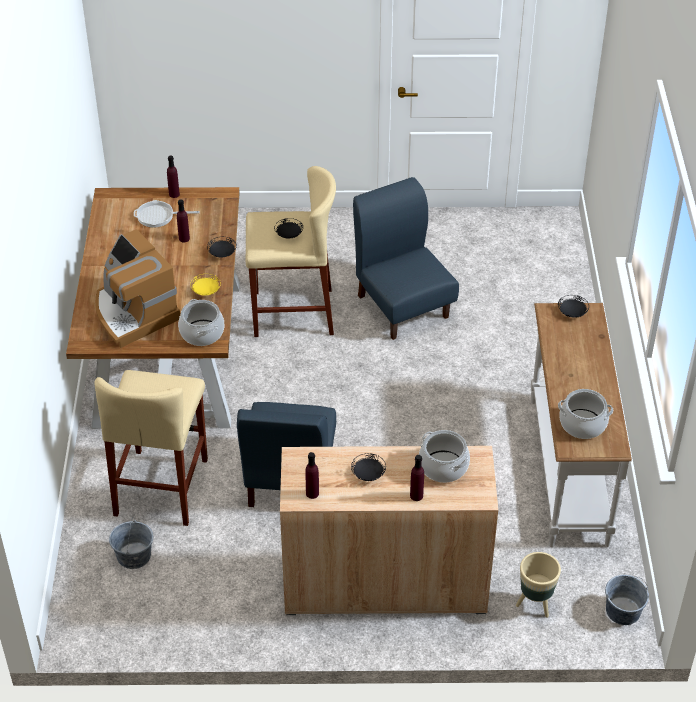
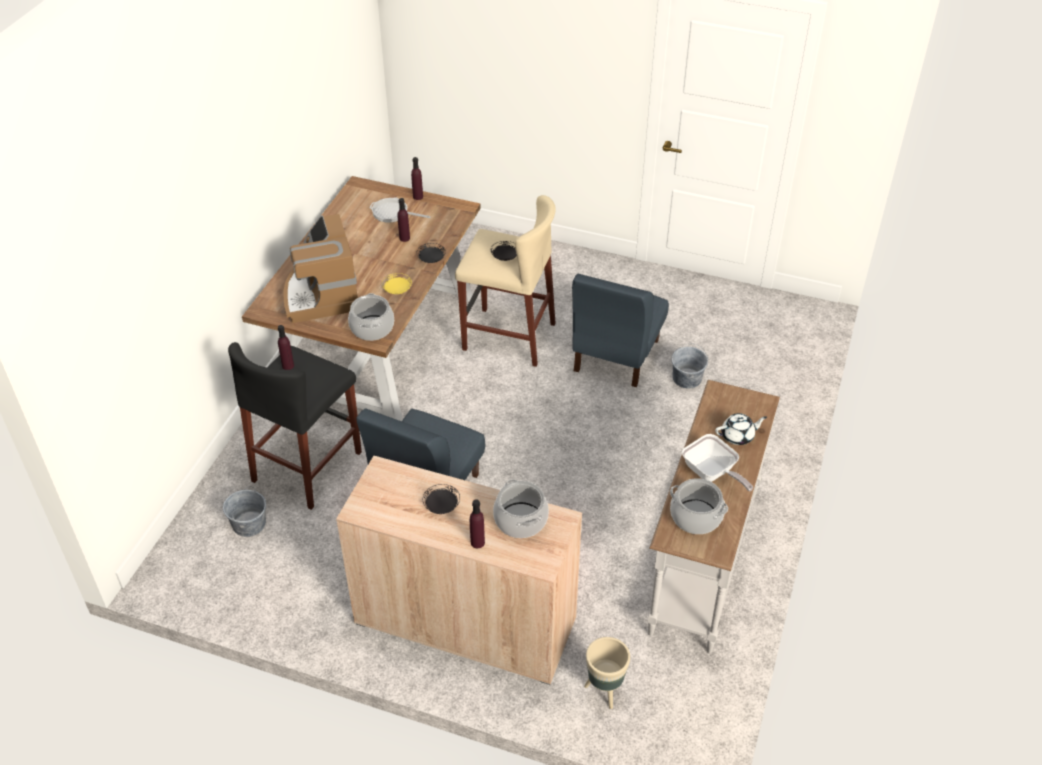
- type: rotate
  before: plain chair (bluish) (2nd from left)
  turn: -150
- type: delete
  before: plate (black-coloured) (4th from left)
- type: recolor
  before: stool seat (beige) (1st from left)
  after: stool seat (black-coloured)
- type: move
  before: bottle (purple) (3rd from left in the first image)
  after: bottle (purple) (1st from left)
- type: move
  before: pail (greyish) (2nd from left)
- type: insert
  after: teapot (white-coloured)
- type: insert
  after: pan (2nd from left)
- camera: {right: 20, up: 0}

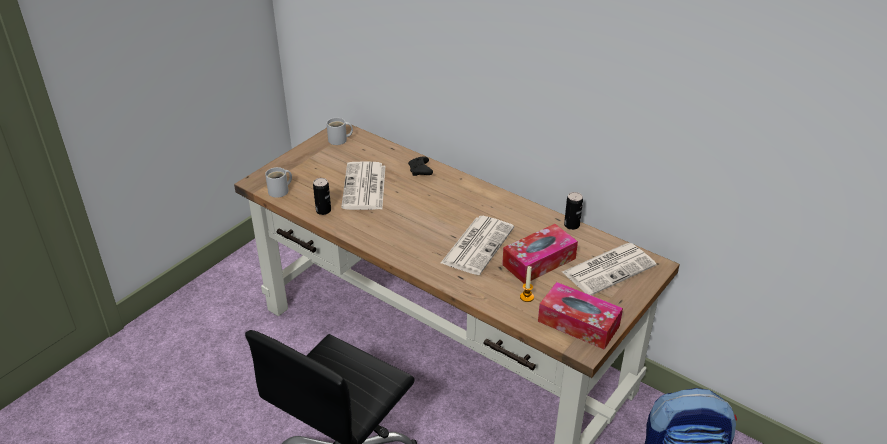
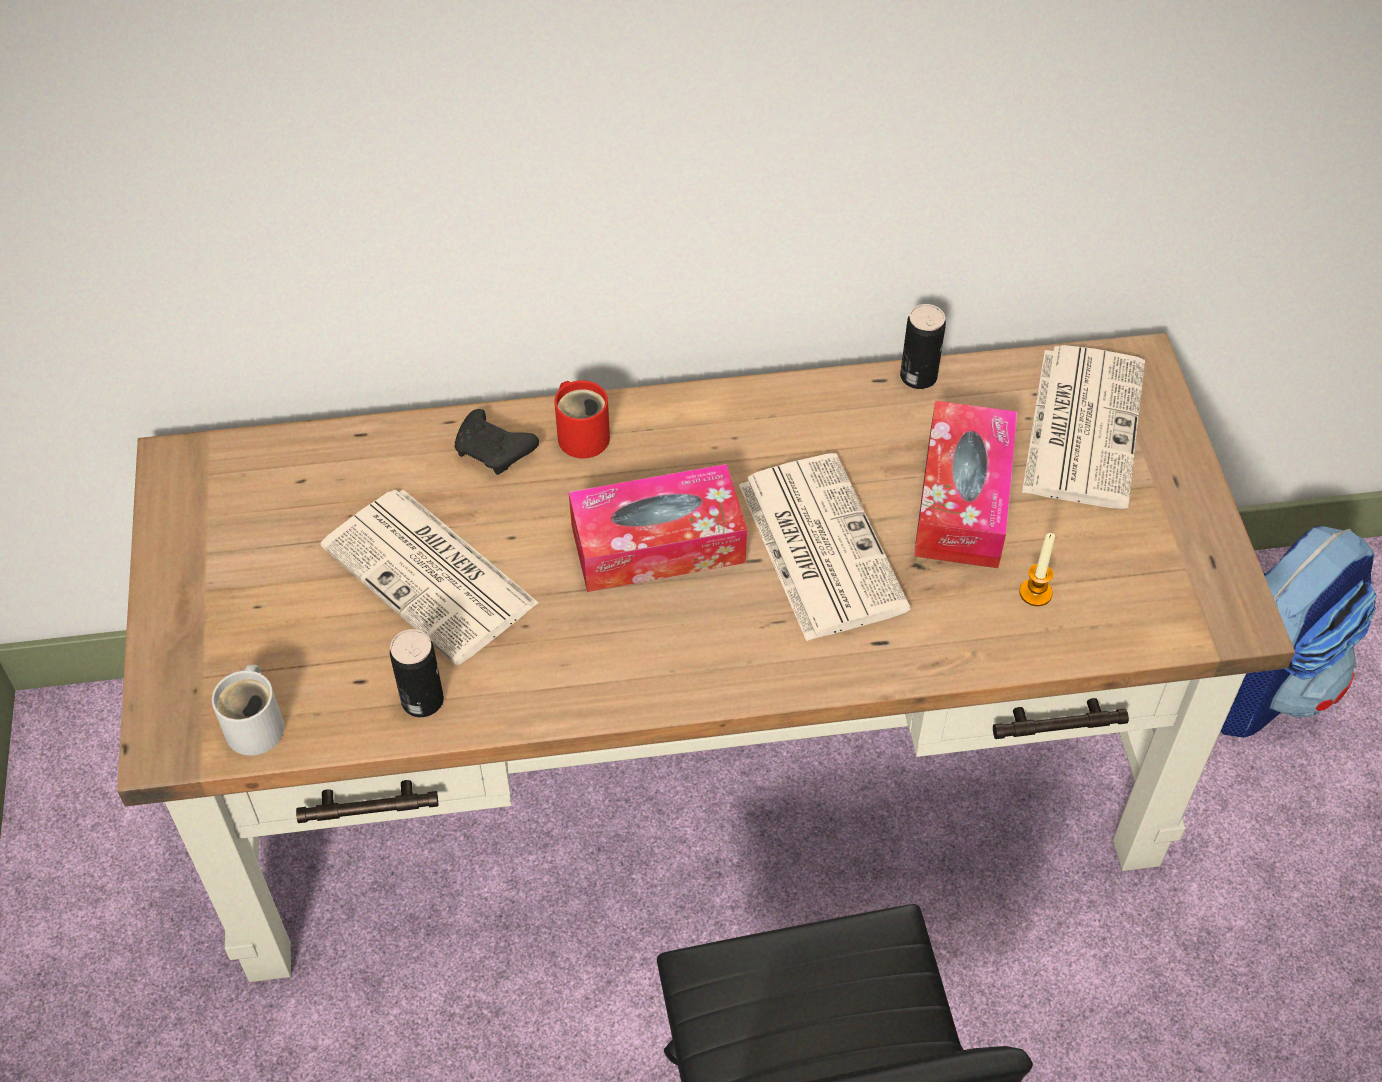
- type: delete
  before: tea mug (white-coloured) (2nd from left)
- type: move
  before: tissue holder (2nd from left in the first image)
  after: tissue holder (1st from left)
- type: insert
  after: tea mug (red)
- camera: {right: -45, up: 15}

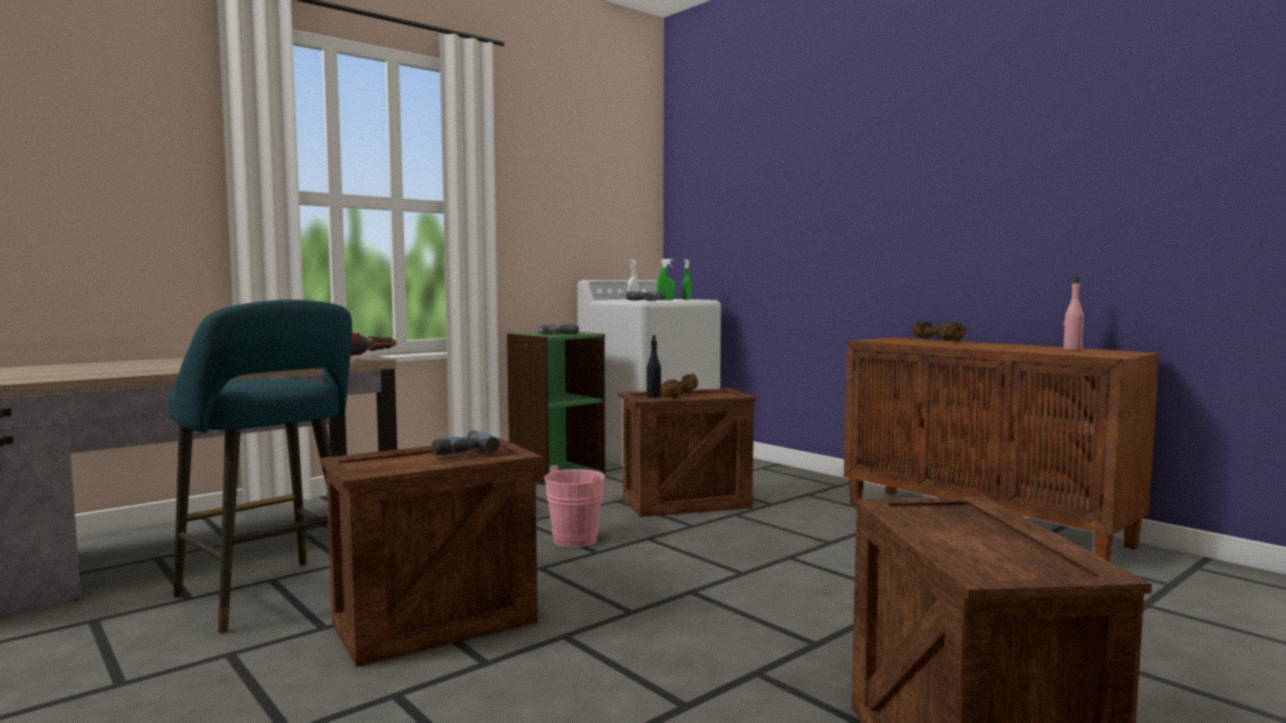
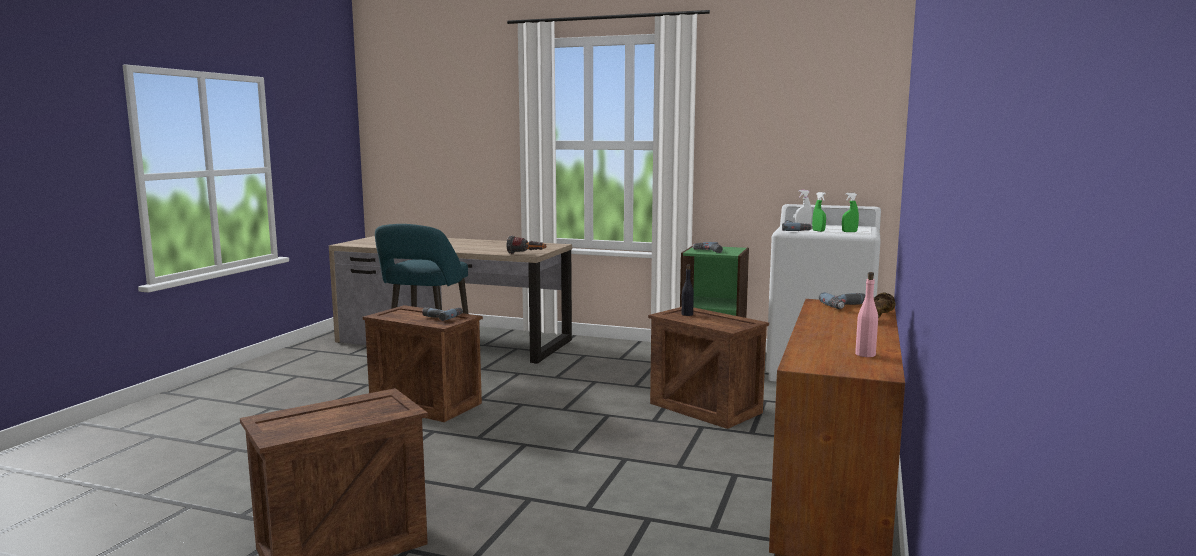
- type: delete
  before: hand weight (brownish) (1st from left)
- type: delete
  before: pail (pink-coloured)
- type: insert
  after: electric drill (4th from left)
- camera: {right: 60, up: 5}

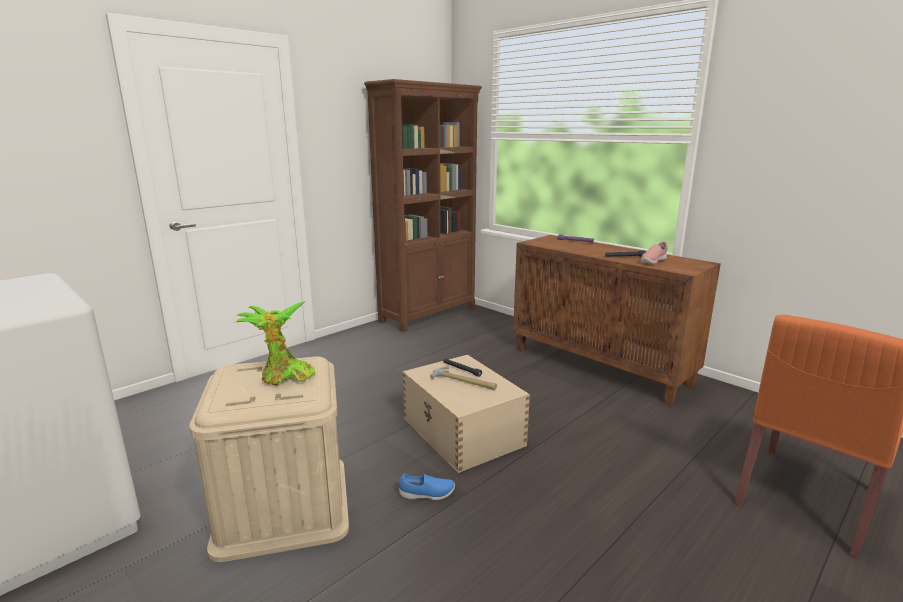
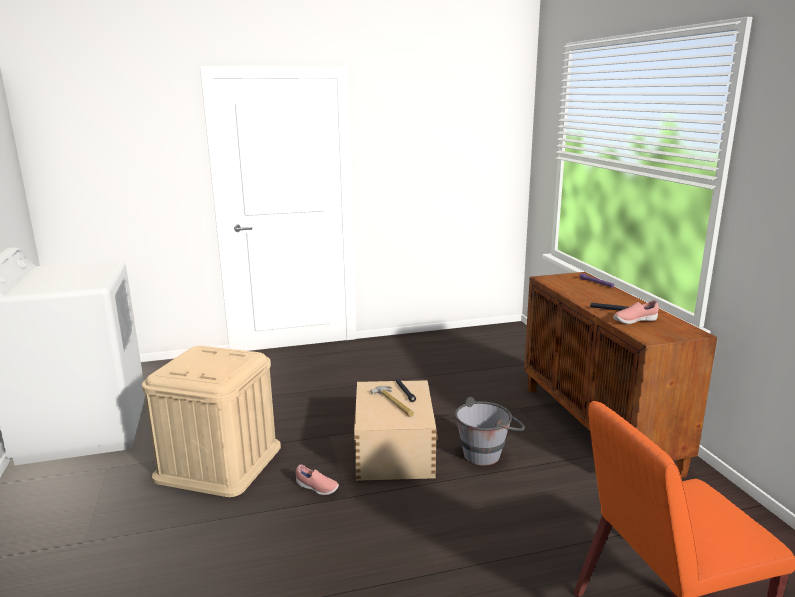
- type: delete
  before: bookshelf (brownish)
- type: delete
  before: houseplant
- type: recolor
  before: shoe (bluish)
  after: shoe (pink-coloured) (1st from left)
- type: insert
  after: pail (greyish)
- camera: {right: 30, up: 0}

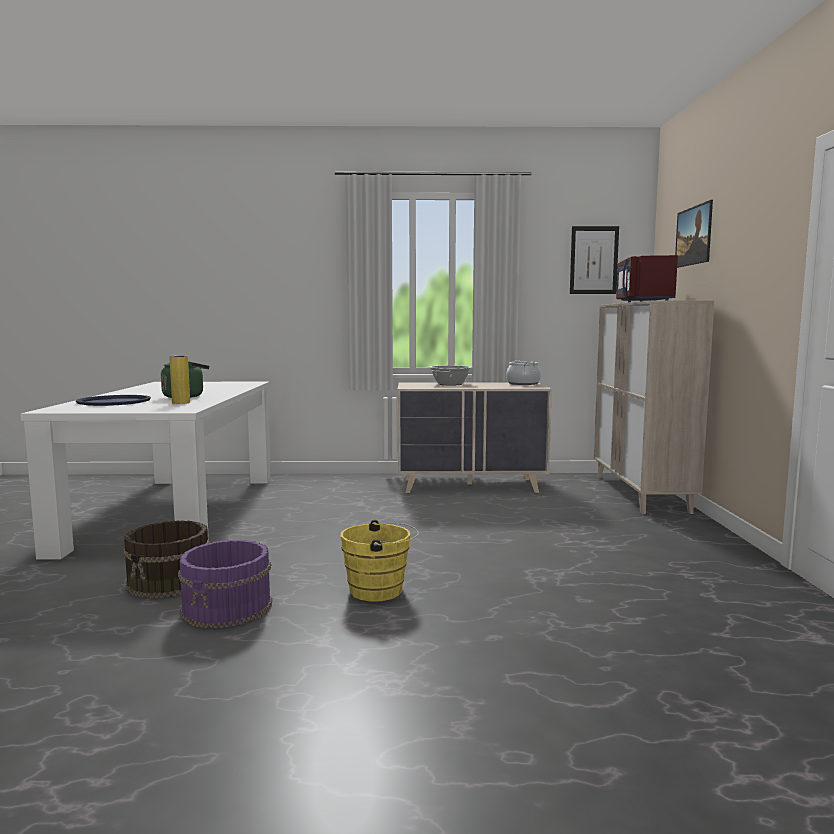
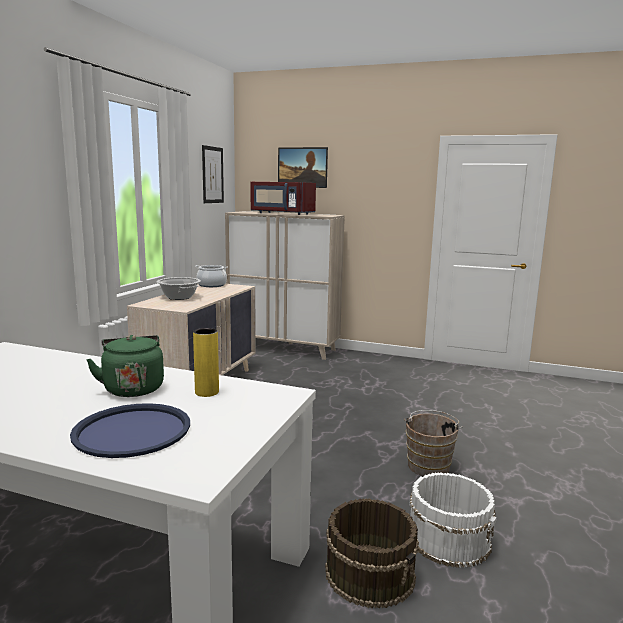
- type: recolor
  before: pail (yellow)
  after: pail (brownish) (2nd from left)
- type: recolor
  before: pail (purple)
  after: pail (white-coloured)
- camera: {right: -70, up: 5}

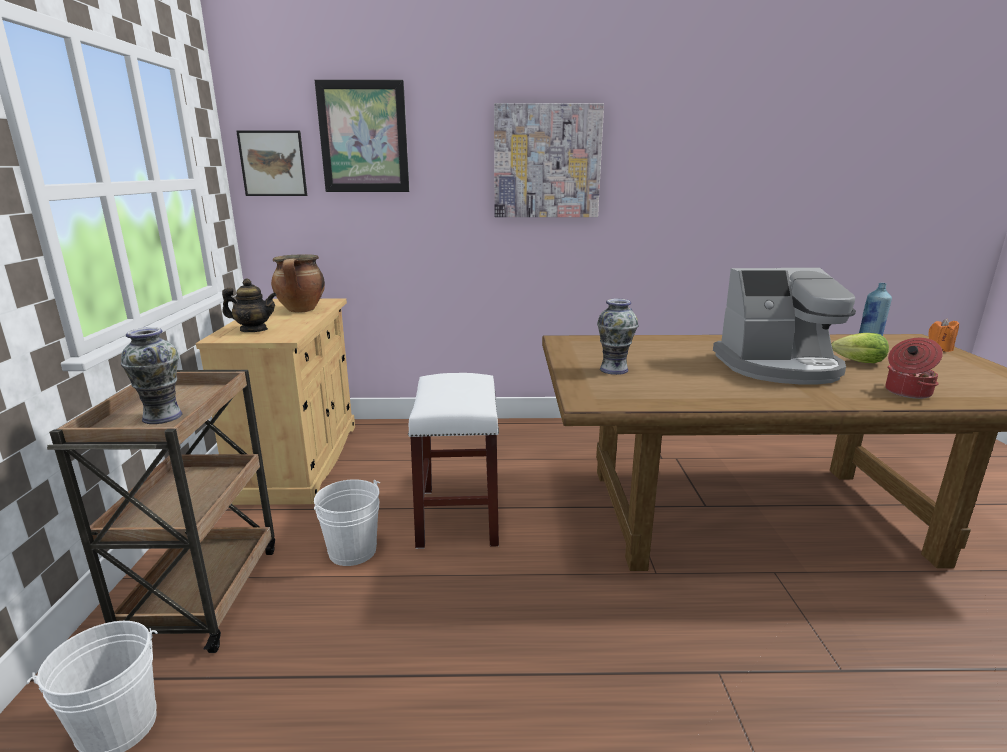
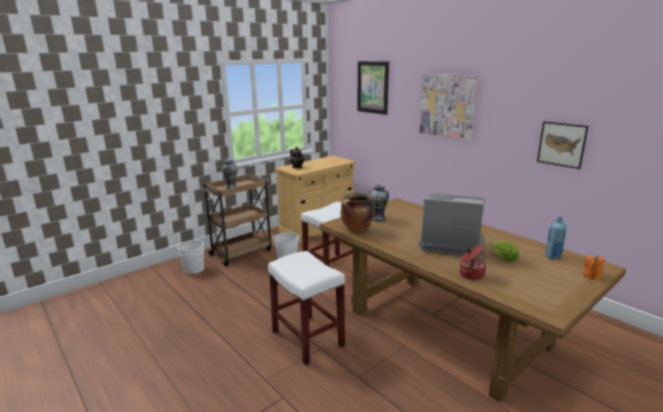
- type: move
  before: wall picture (1st from left in the first image)
  after: wall picture (3rd from left)
- type: move
  before: stockpot (1st from left)
- type: rotate
  before: coffee maker
  turn: 150
- type: insert
  after: stool seat (white-coloured) (1st from left)
- camera: {right: 50, up: 0}

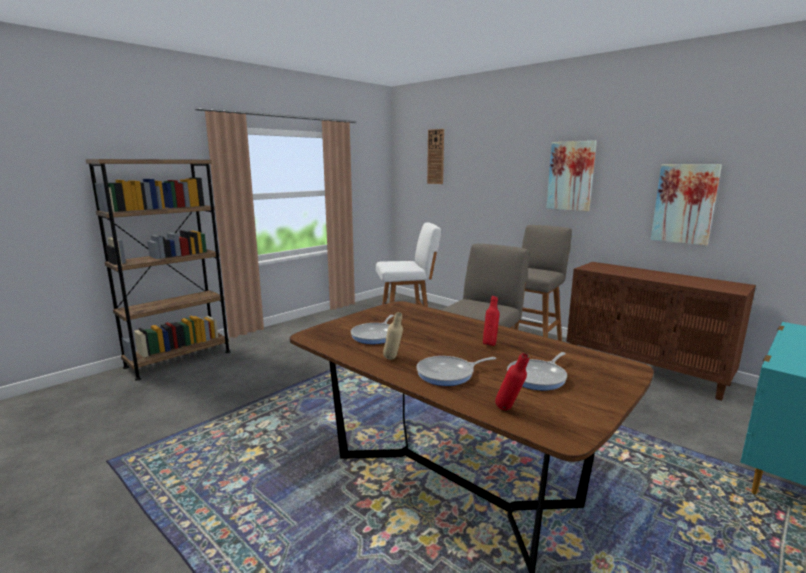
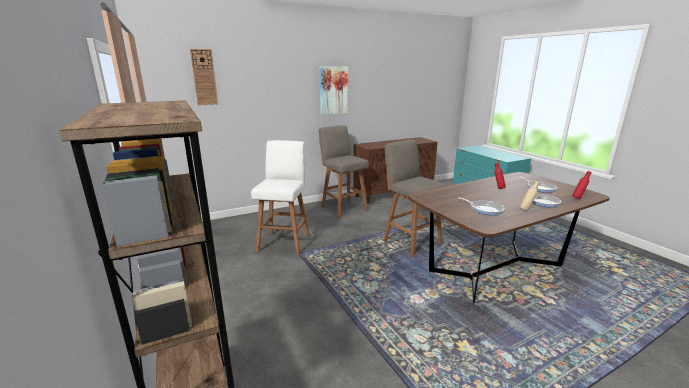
- type: delete
  before: wall picture (2nd from left)
- camera: {right: -70, up: 5}

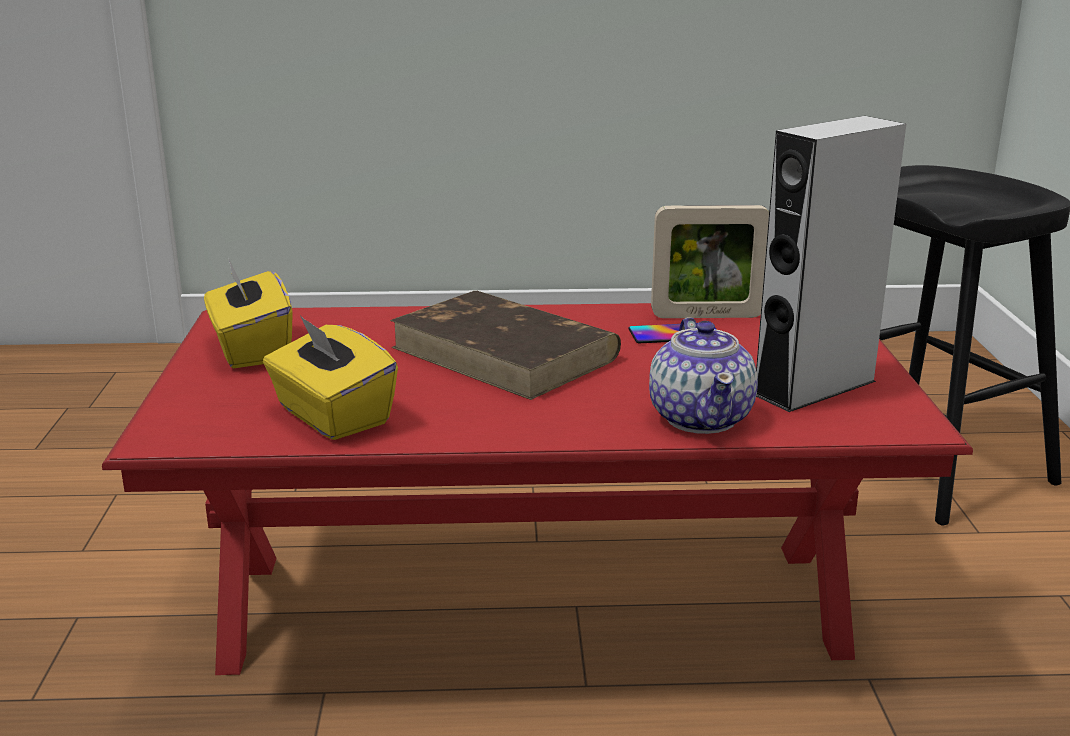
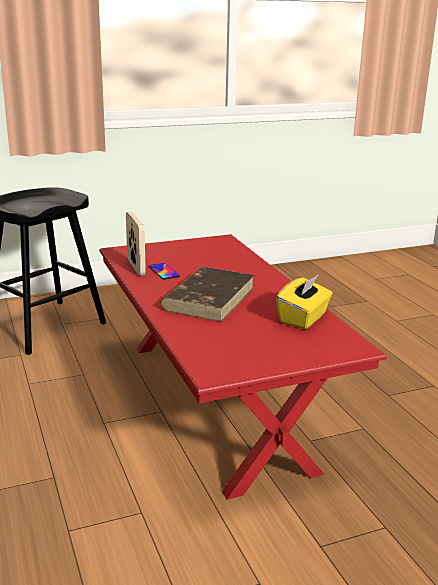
- type: delete
  before: loudspeaker (greyish)
- type: delete
  before: tissue holder (yellow) (1st from left)
- type: delete
  before: teapot
- camera: {right: -110, up: 0}

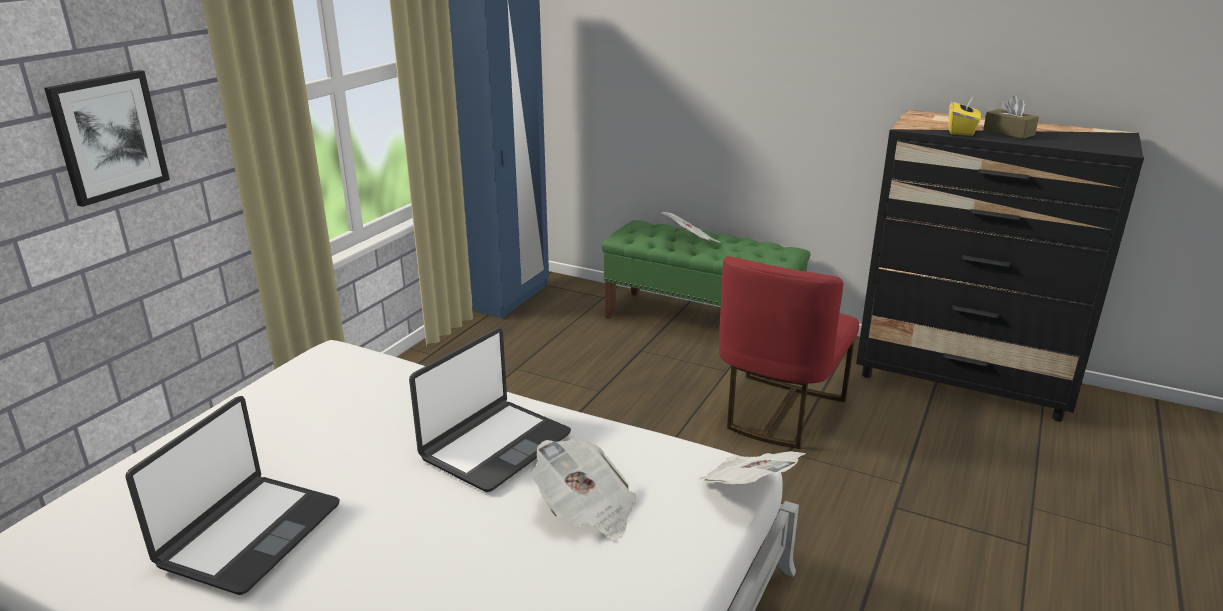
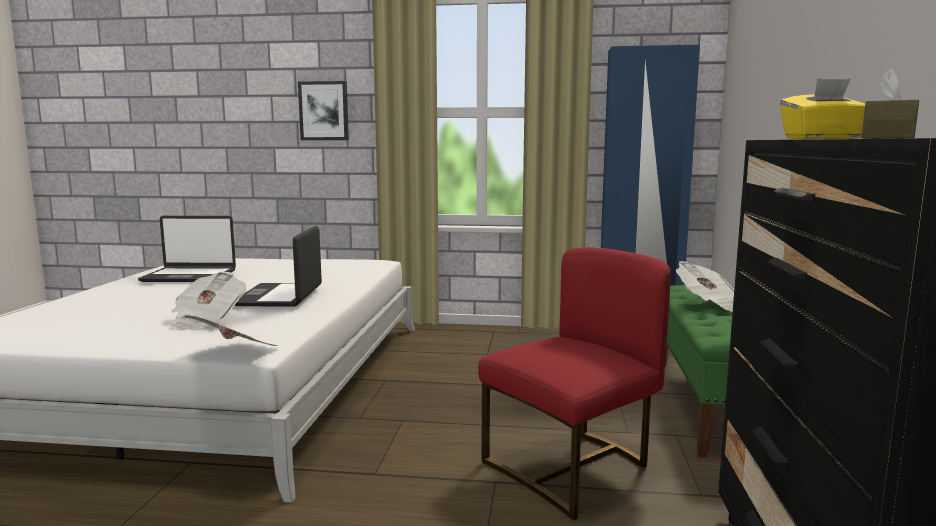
- type: rotate
  before: plain chair (red)
  turn: 135
- type: rotate
  before: notebook computer (2nd from left)
  turn: 75
- camera: {right: 70, up: -15}

